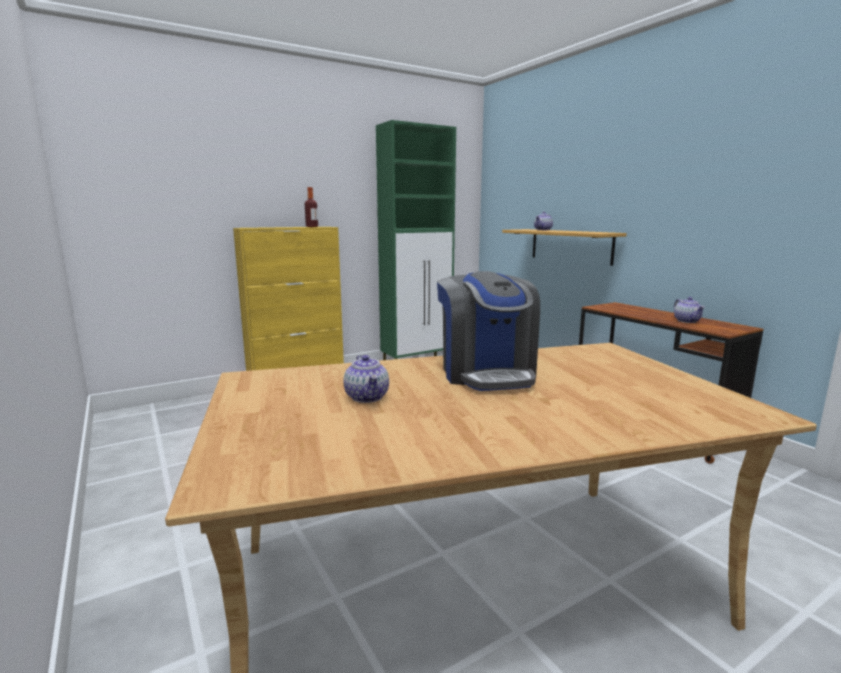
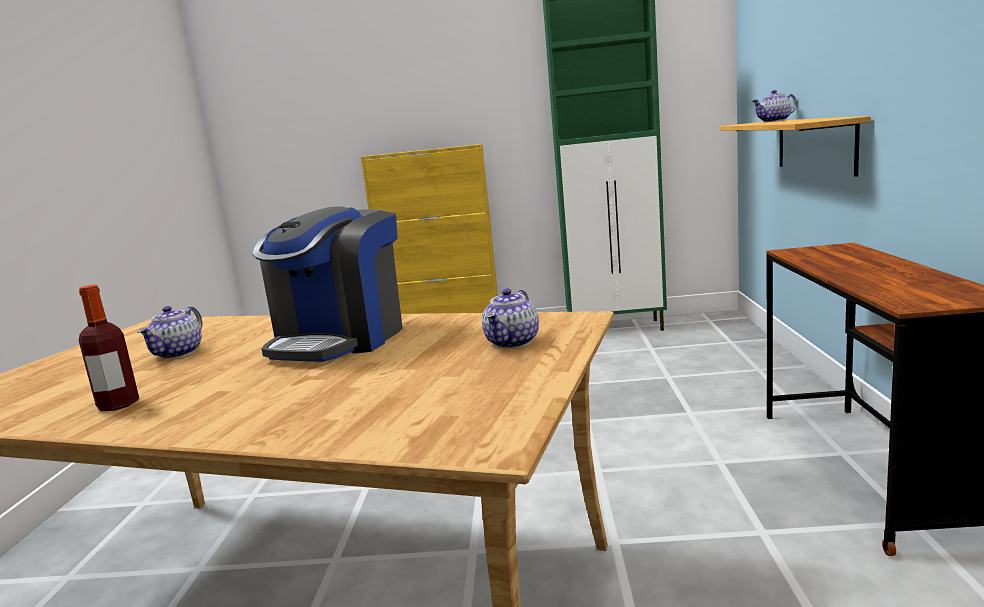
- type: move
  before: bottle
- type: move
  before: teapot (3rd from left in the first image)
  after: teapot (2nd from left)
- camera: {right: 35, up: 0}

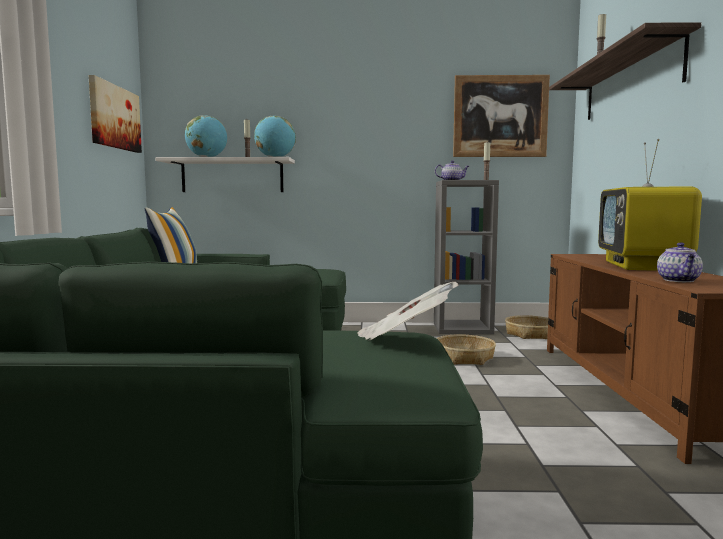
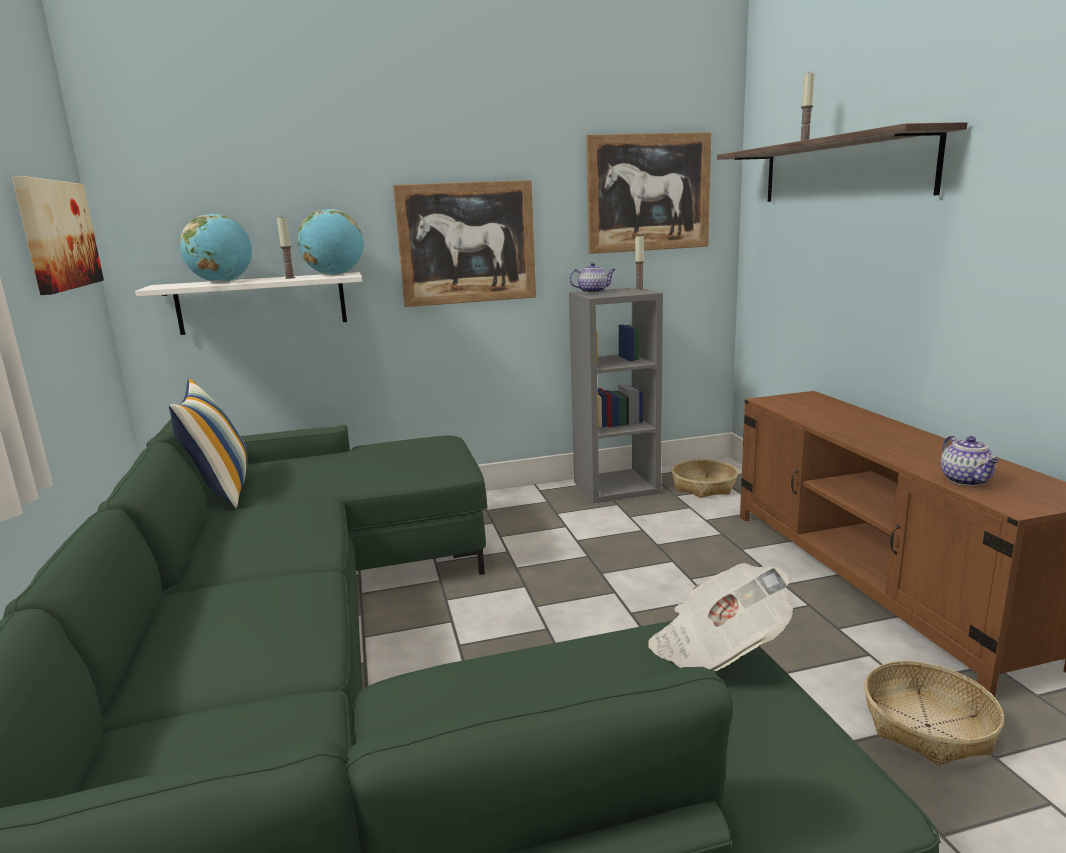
- type: delete
  before: TV
- type: move
  before: household basket (1st from left in the first image)
  after: household basket (2nd from left)
- type: insert
  after: wall picture (2nd from left)
- camera: {right: -15, up: 10}

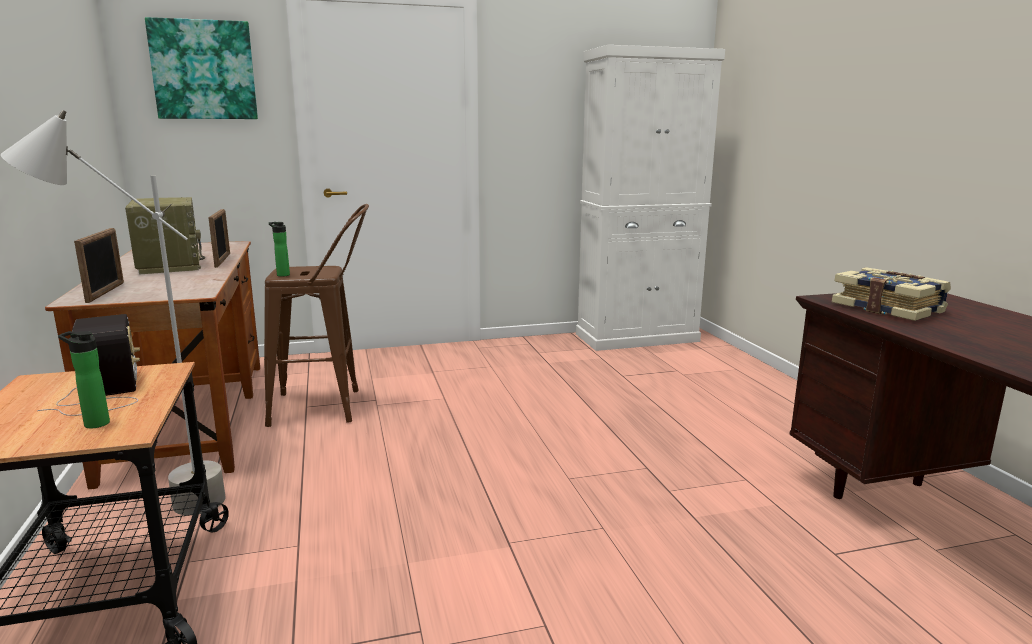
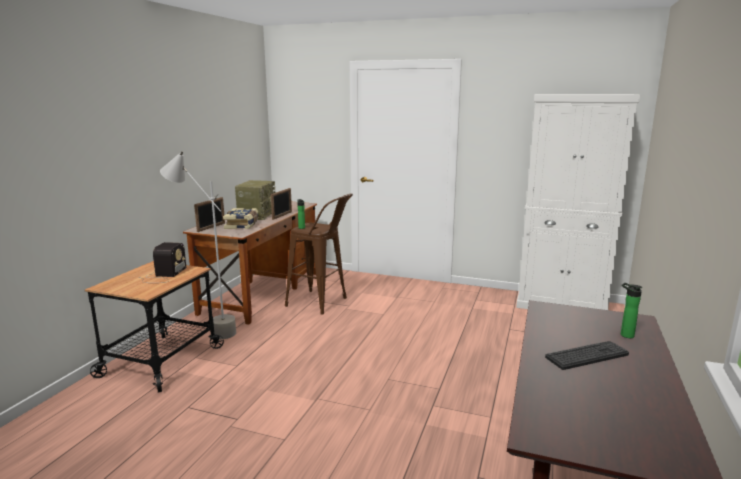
- type: delete
  before: wall picture
- type: move
  before: book
- type: move
  before: bottle (1st from left in the first image)
  after: bottle (2nd from left)
- type: insert
  after: keyboard
- camera: {right: 35, up: 0}

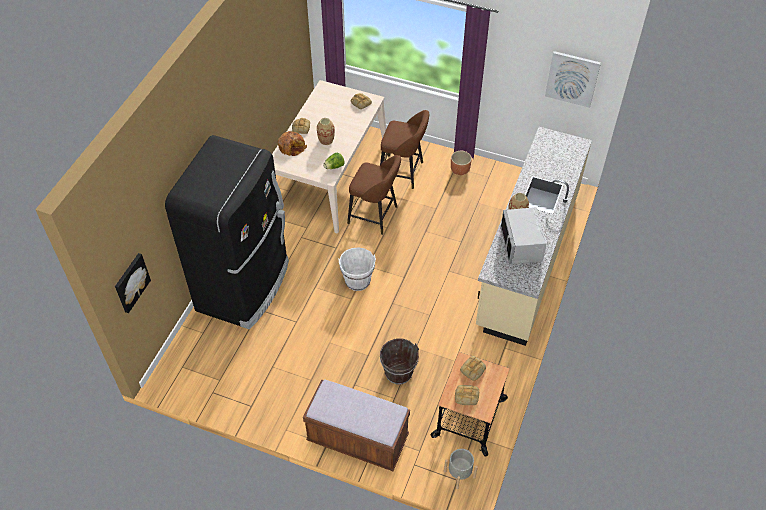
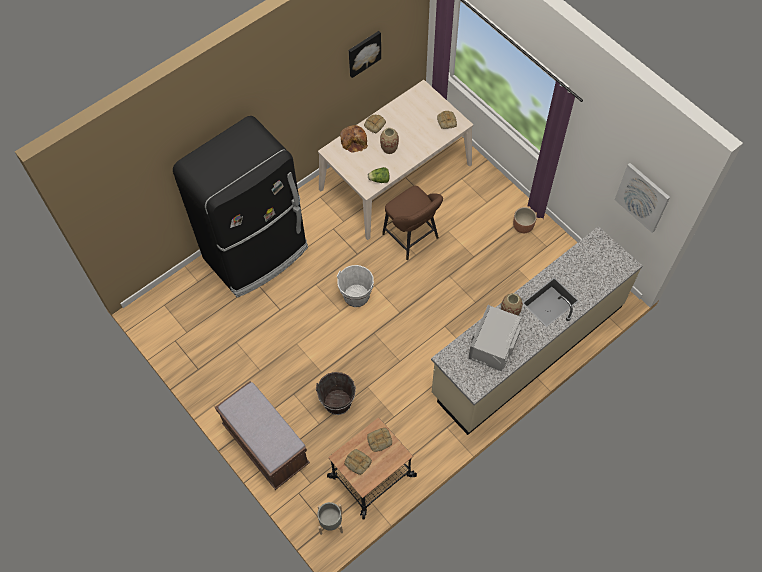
- type: delete
  before: stool seat (brownish) (2nd from left)
- type: move
  before: wall picture (1st from left)
- camera: {right: 30, up: 10}

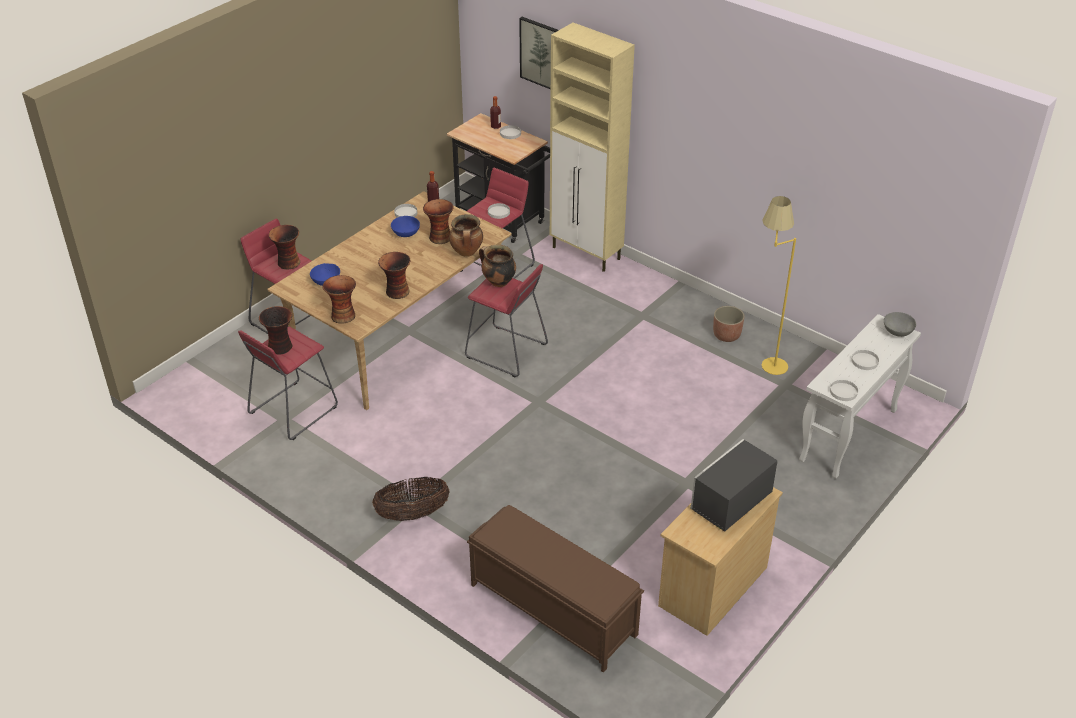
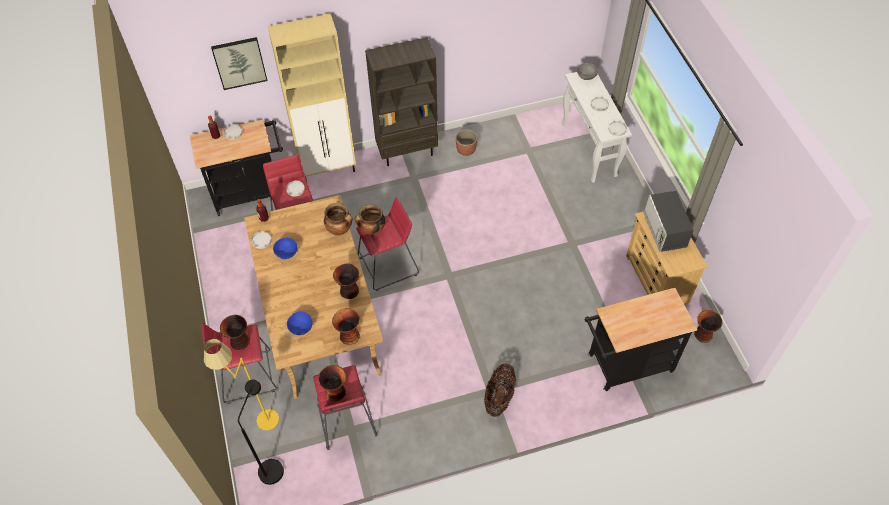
- type: move
  before: standard lamp (yellow)
- type: move
  before: vase (5th from left)
- type: replace
  before: long seat (brownish)
  after: trolley (black-coloured) (2nd from left)
- type: insert
  after: bookshelf (brownish)
- type: insert
  after: standard lamp (black-coloured)
- camera: {right: -55, up: 15}

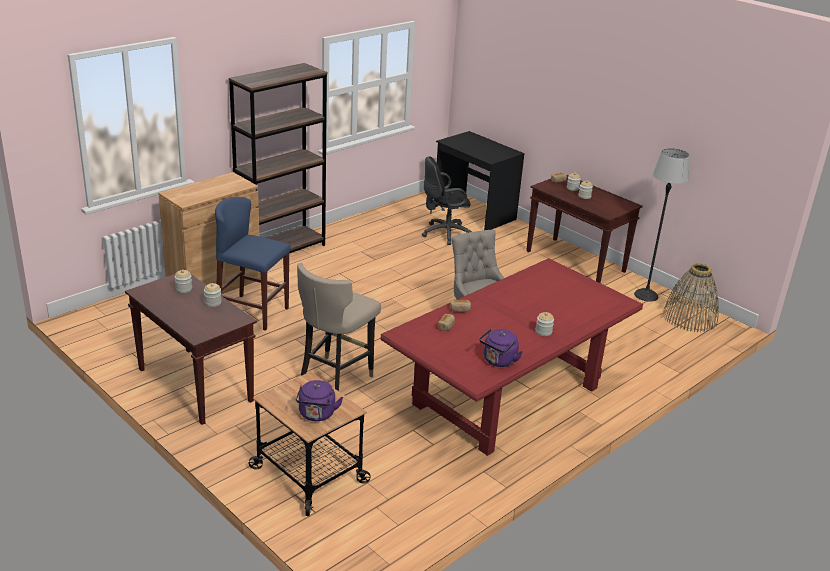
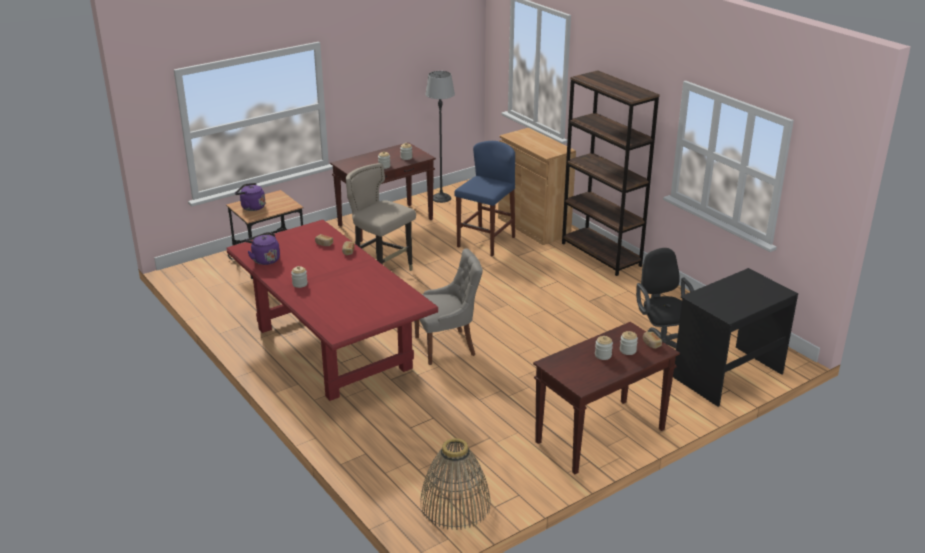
- type: move
  before: standard lamp
- camera: {right: 100, up: 0}

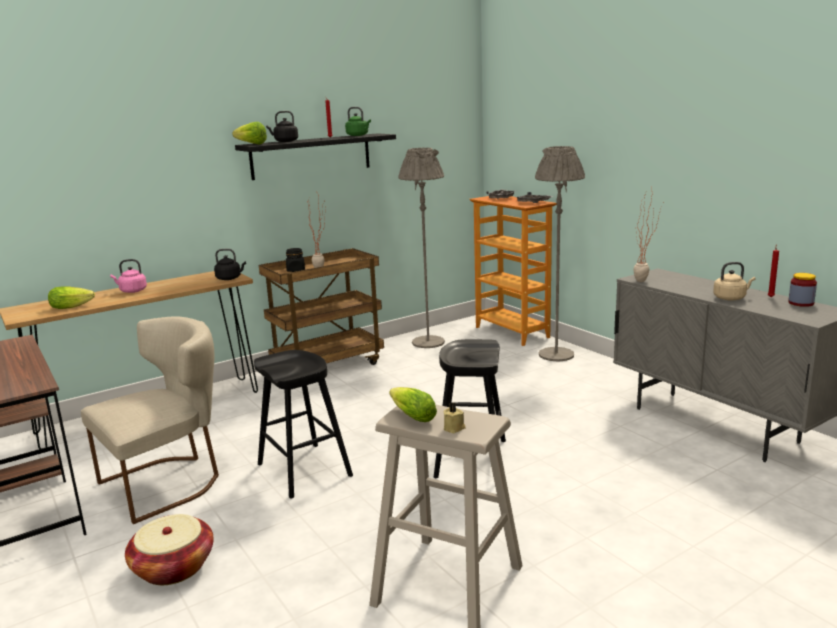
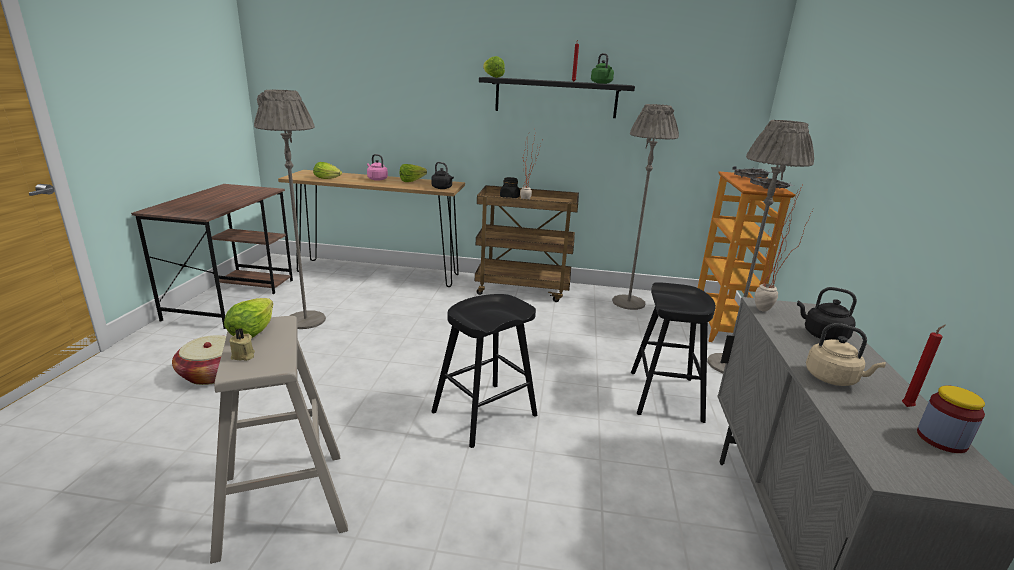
- type: move
  before: water kettle (black-coloured) (2nd from left)
- type: replace
  before: plain chair (beige)
  after: standard lamp (greyish) (1st from left)
- type: move
  before: stool seat (black-coloured) (1st from left in the first image)
  after: stool seat (black-coloured) (2nd from left)
- type: insert
  after: lettuce (3rd from left)
- camera: {right: 40, up: 5}

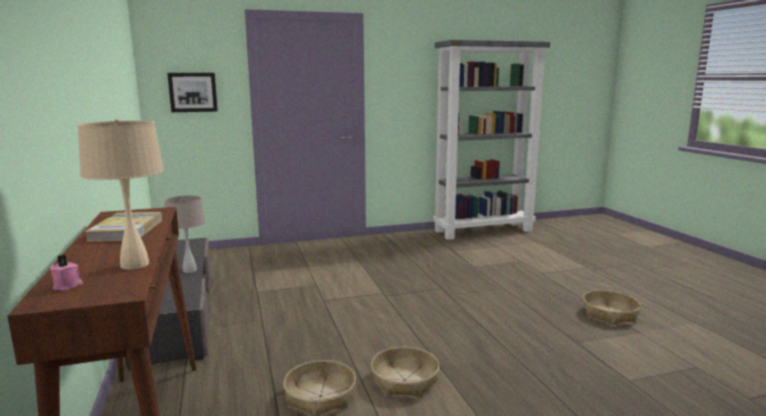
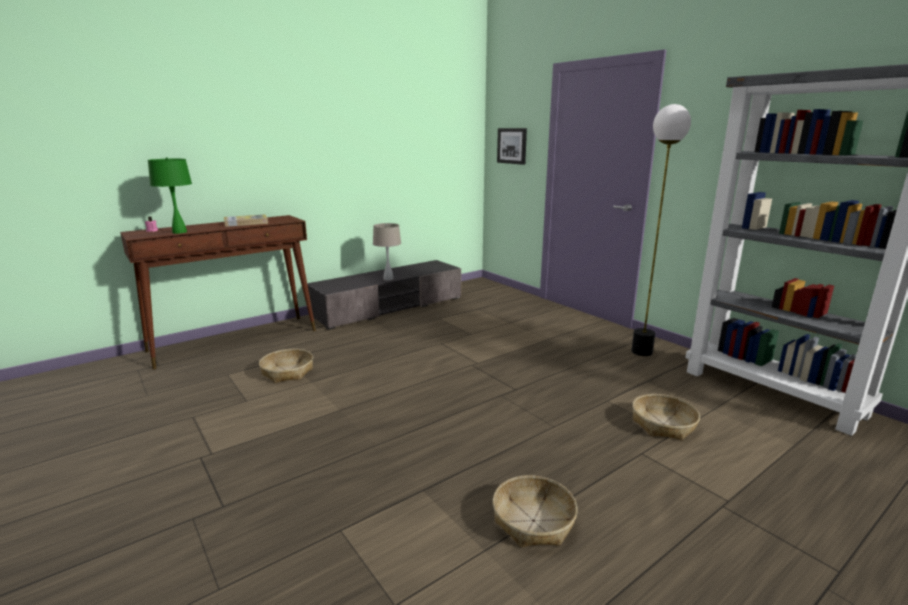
- type: recolor
  before: lamp for a table (beige) (1st from left)
  after: lamp for a table (green-coloured)
- type: move
  before: household basket (2nd from left in the first image)
  after: household basket (3rd from left)
- type: insert
  after: standard lamp
- camera: {right: 70, up: 5}

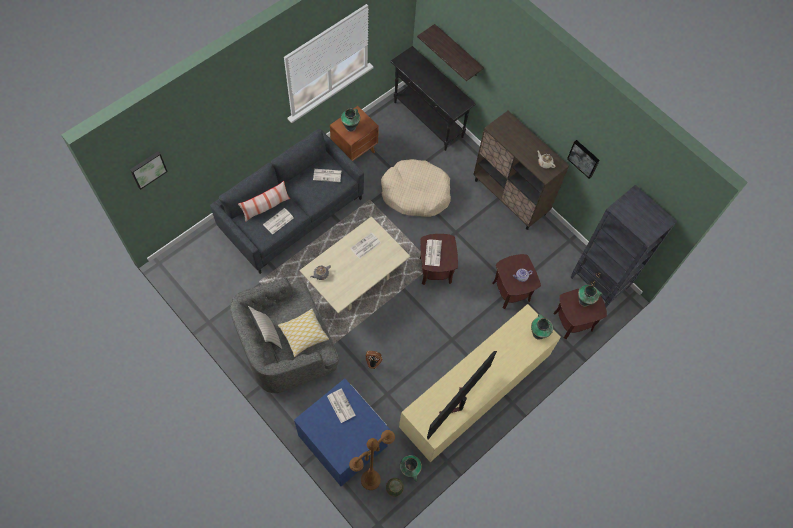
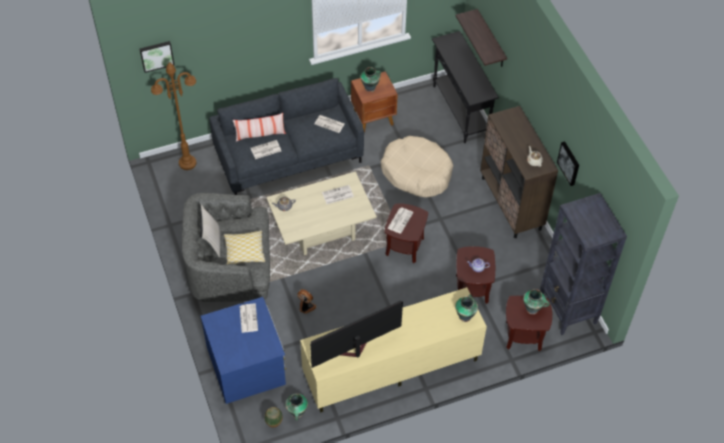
- type: move
  before: standard lamp (brownish)
- camera: {right: 25, up: -10}

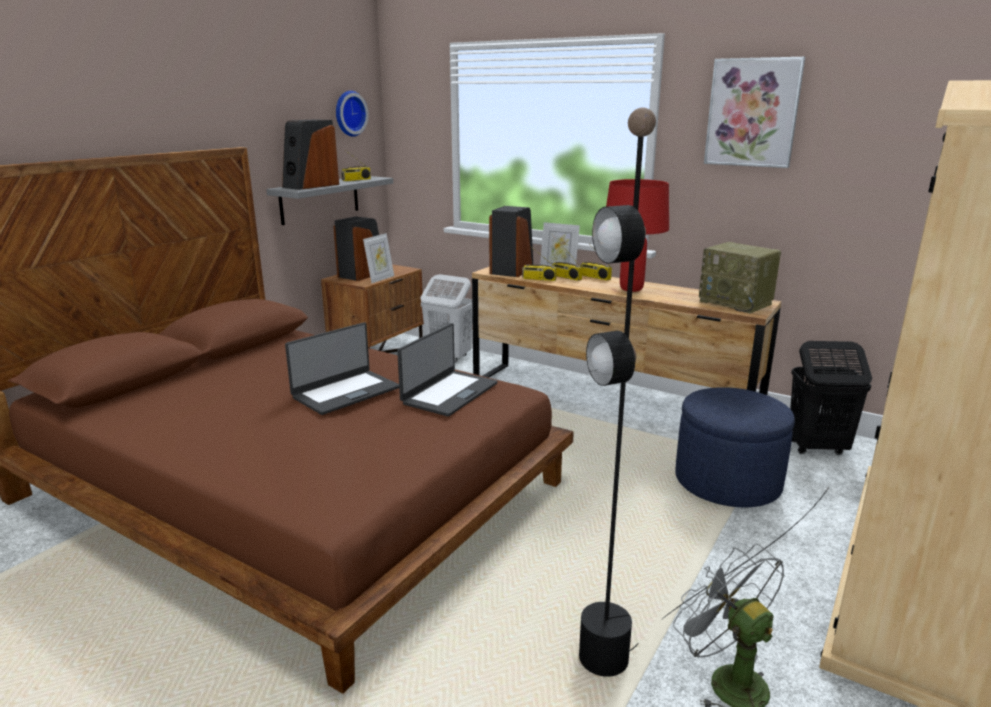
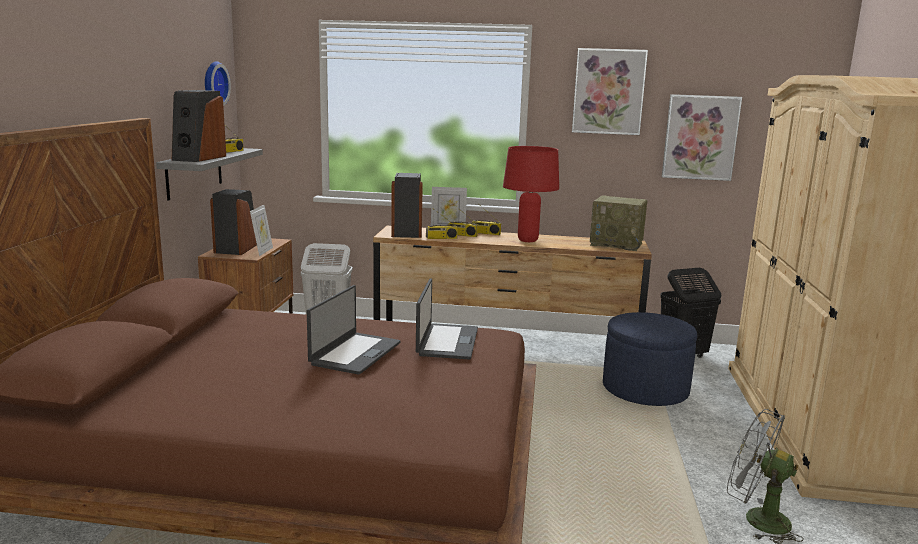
- type: delete
  before: standard lamp (black-coloured)
- type: insert
  after: wall picture (2nd from left)
- camera: {right: -25, up: -5}

